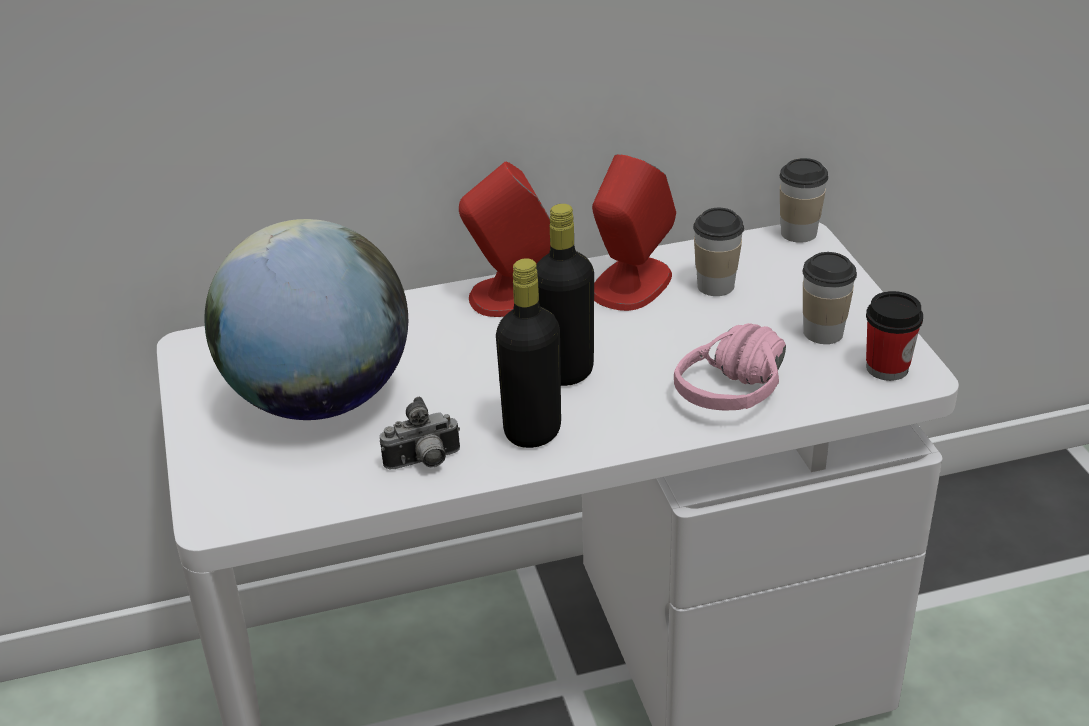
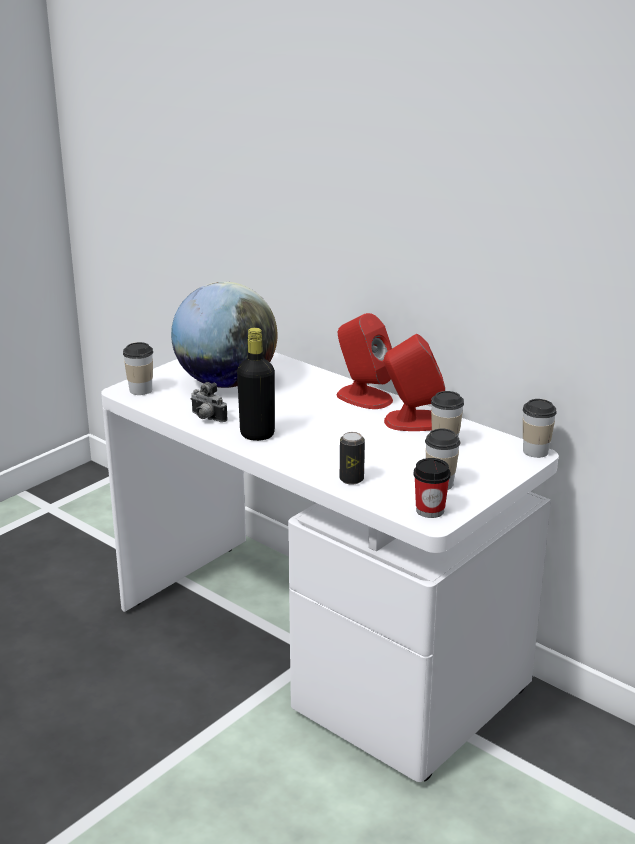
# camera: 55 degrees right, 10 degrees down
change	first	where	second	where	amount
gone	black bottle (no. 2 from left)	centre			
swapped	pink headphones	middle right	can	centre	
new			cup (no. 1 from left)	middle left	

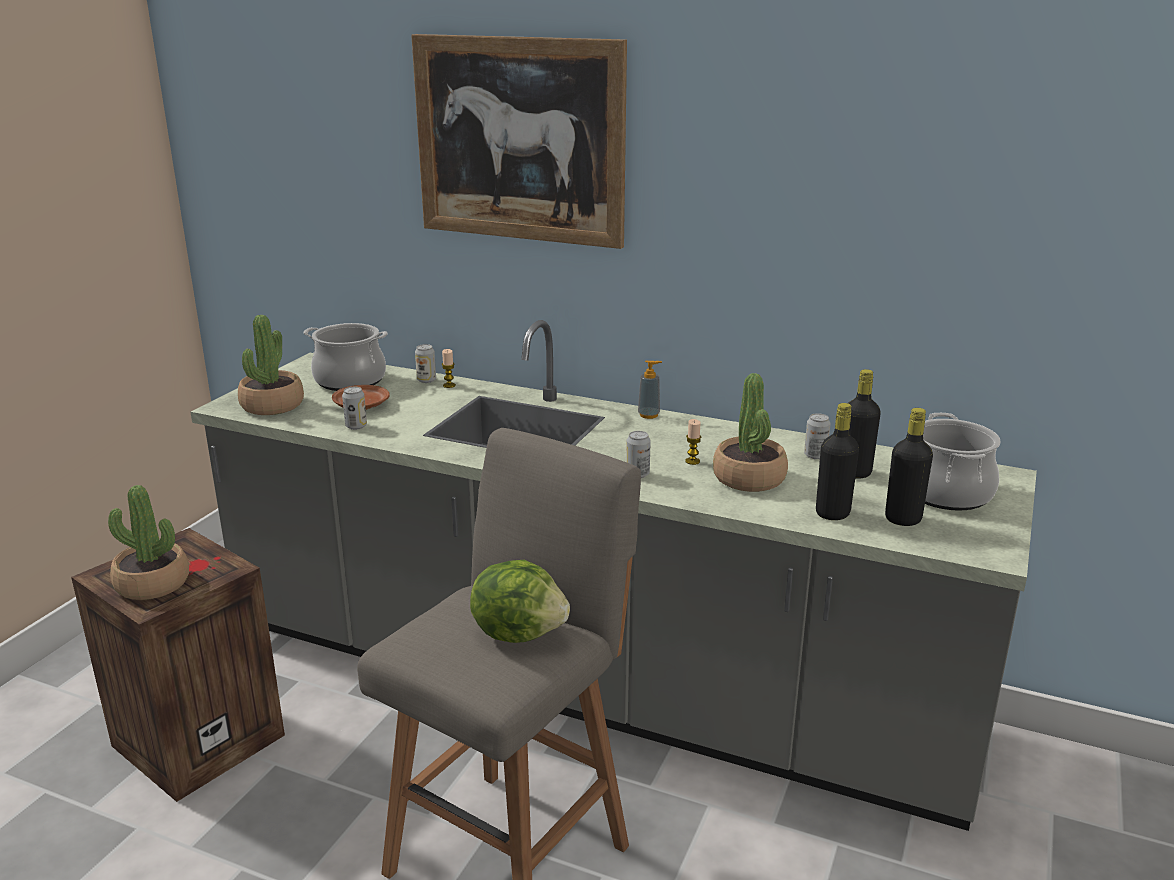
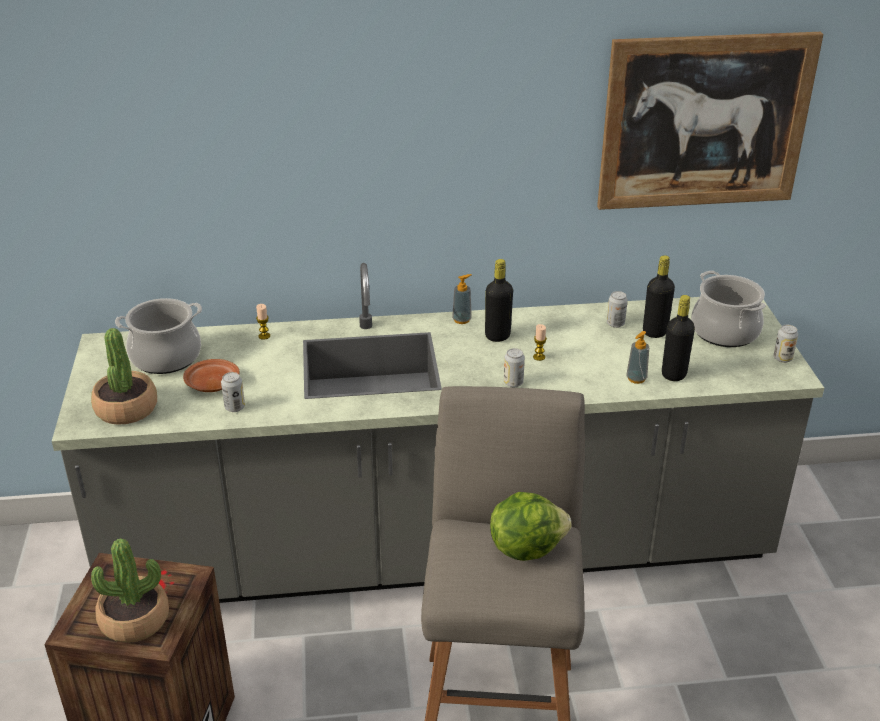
# camera: 30 degrees left, 10 degrees up
change	first	where	second	where	amount
shifted	picture	top centre		top right	
shifted	can (no. 2 from left in the first image)	centre	can (no. 4 from left)	middle right	
gone	potted plant (no. 3 from left)	centre			
shifted	black bottle (no. 3 from left in the first image)	middle right	black bottle (no. 1 from left)	centre	
new			soap dispenser (no. 2 from left)	middle right	

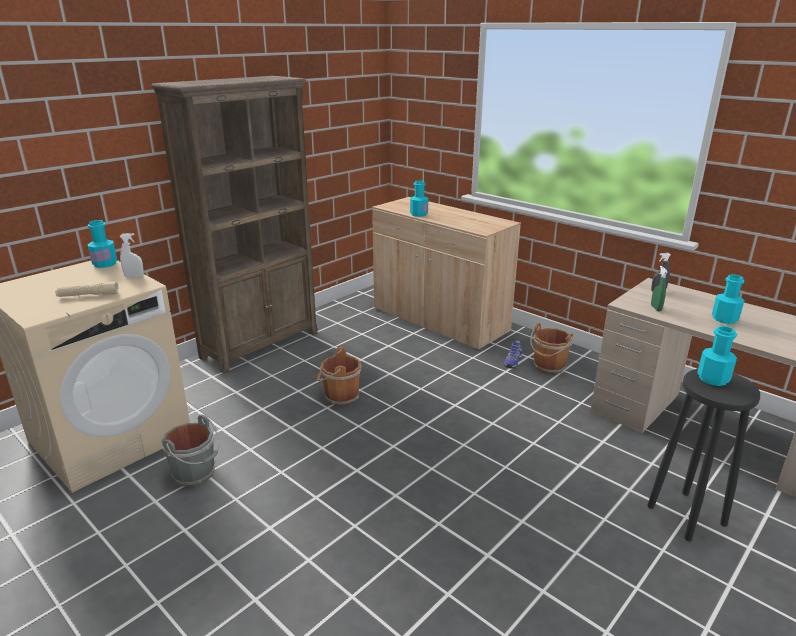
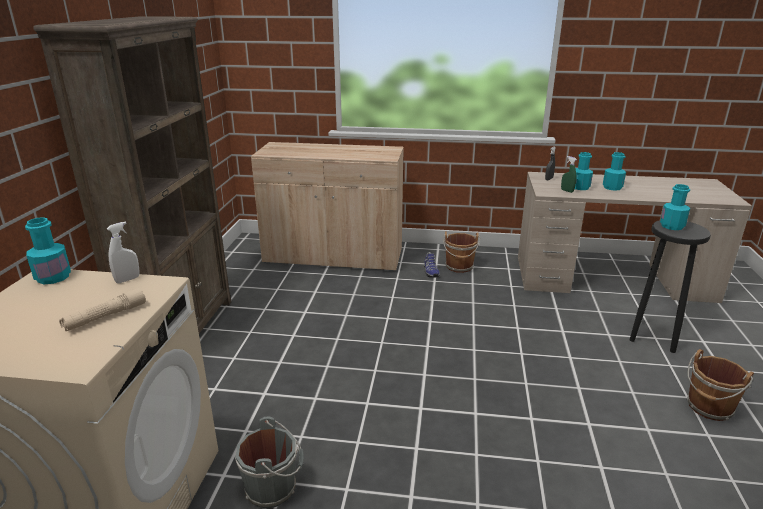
# camera: 35 degrees left, 0 degrees up
change	first	where	second	where	amount
shifted	turquoise bottle (no. 2 from left)	top centre		middle right	
shifted	brown bucket (no. 1 from left in the first image)	centre	brown bucket (no. 2 from left)	bottom right	

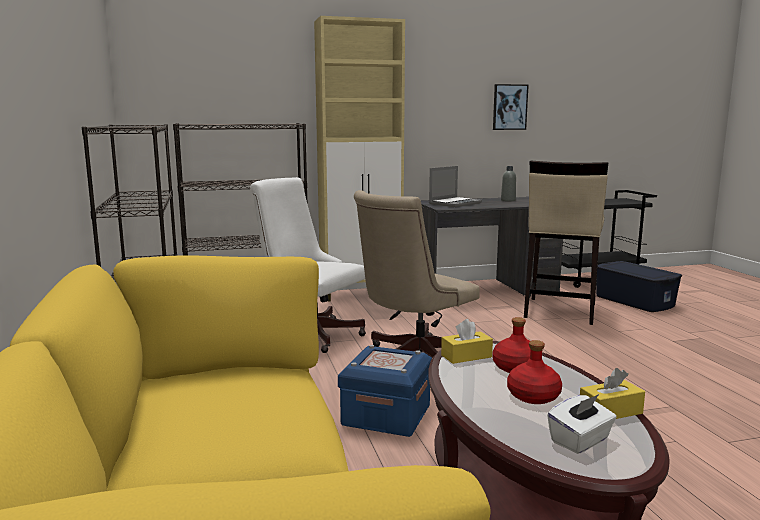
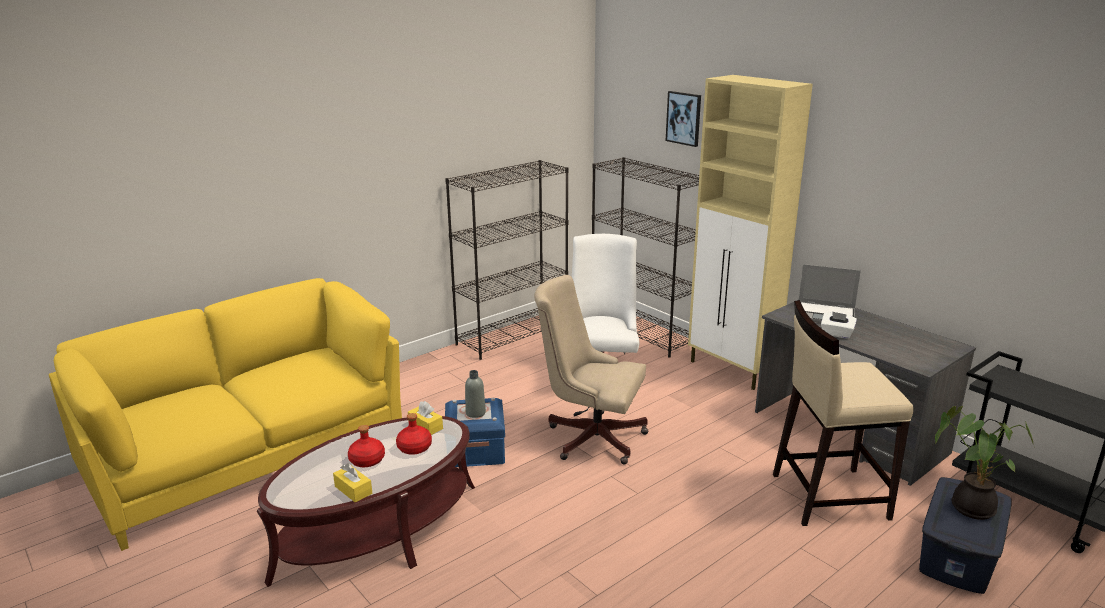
# camera: 65 degrees right, 10 degrees up
change	first	where	second	where	amount
shifted	picture	top right		top centre	
shifted	grey bottle	middle right		centre	
shifted	white tissue box	bottom right		middle right	
new			potted plant	bottom right	

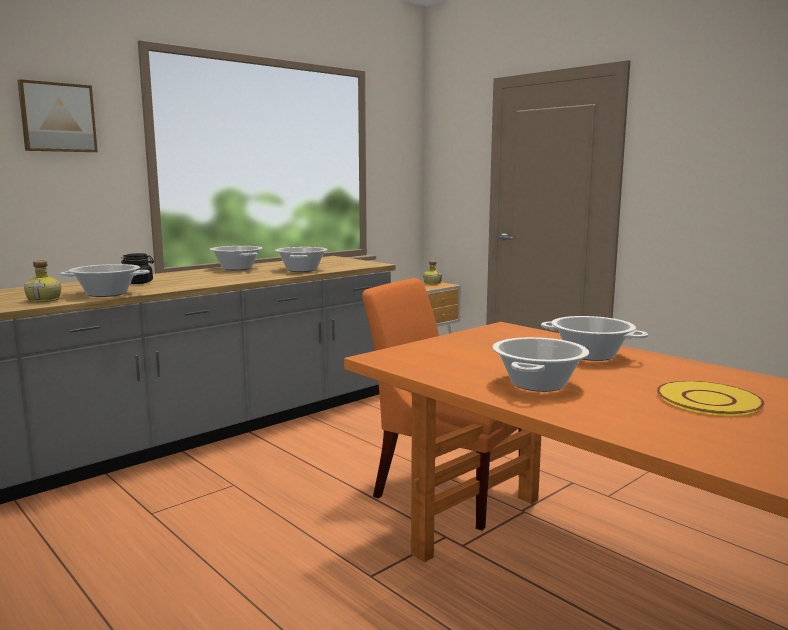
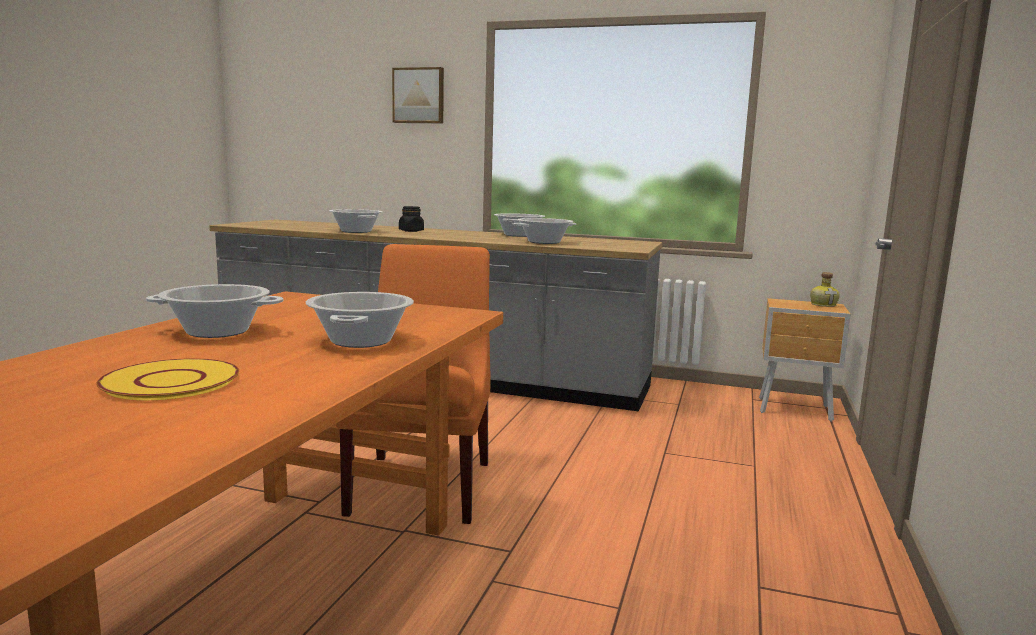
# camera: 60 degrees right, 0 degrees up
change	first	where	second	where	amount
gone	bottle (no. 1 from left)	middle left			

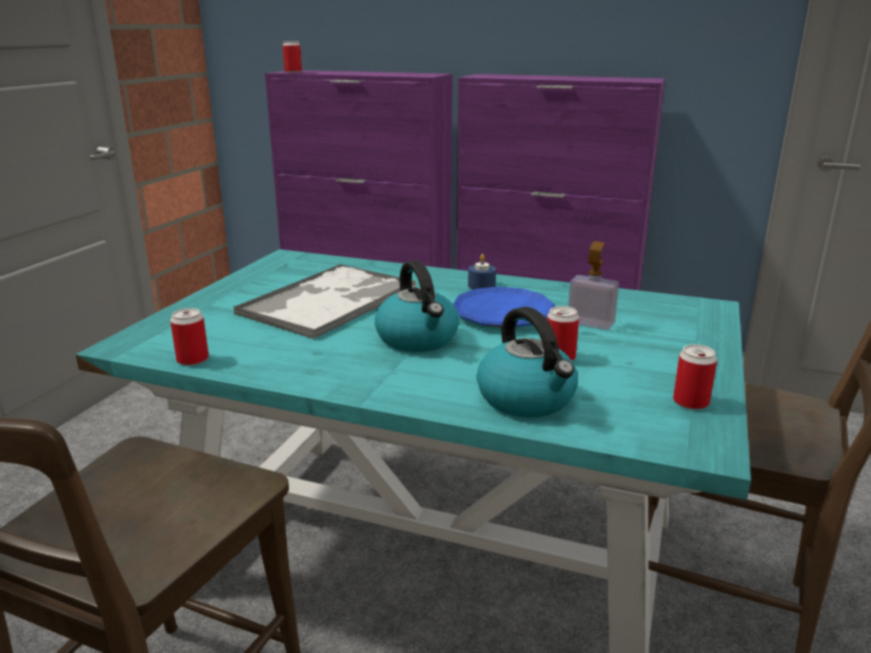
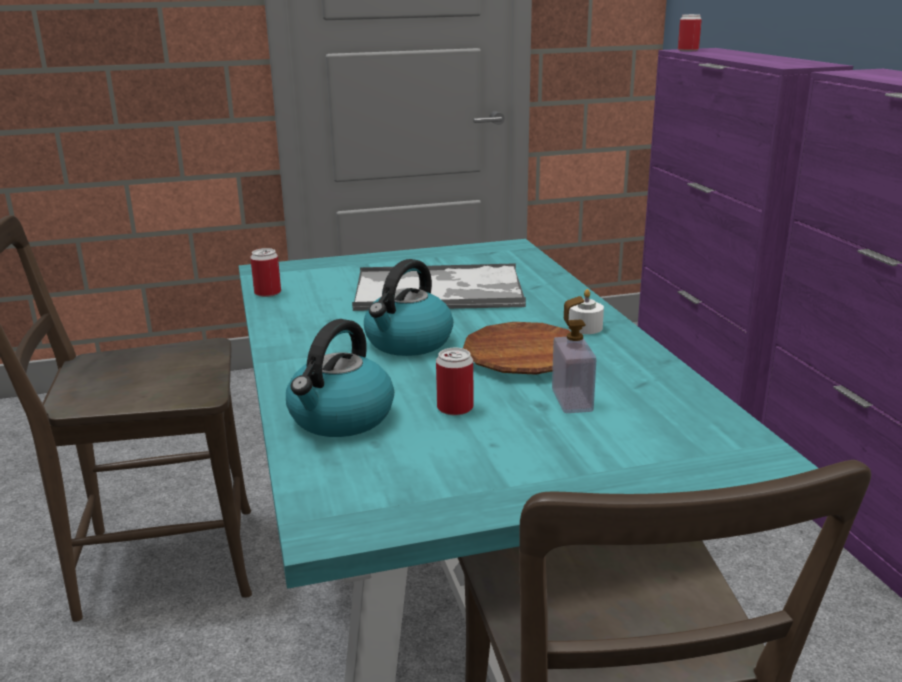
# camera: 55 degrees right, 0 degrees up
change	first	where	second	where	amount
repainted	blue candle	centre	white candle	centre	
repainted	blue plate	centre	brown plate	centre	
gone	can (no. 4 from left)	middle right			

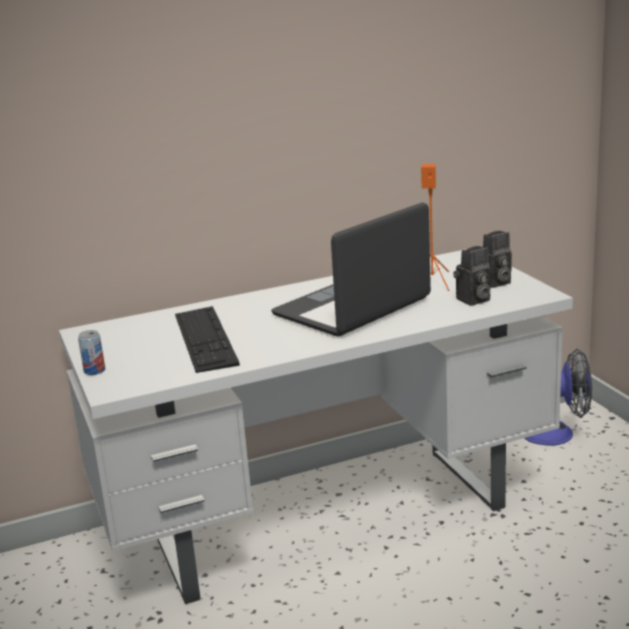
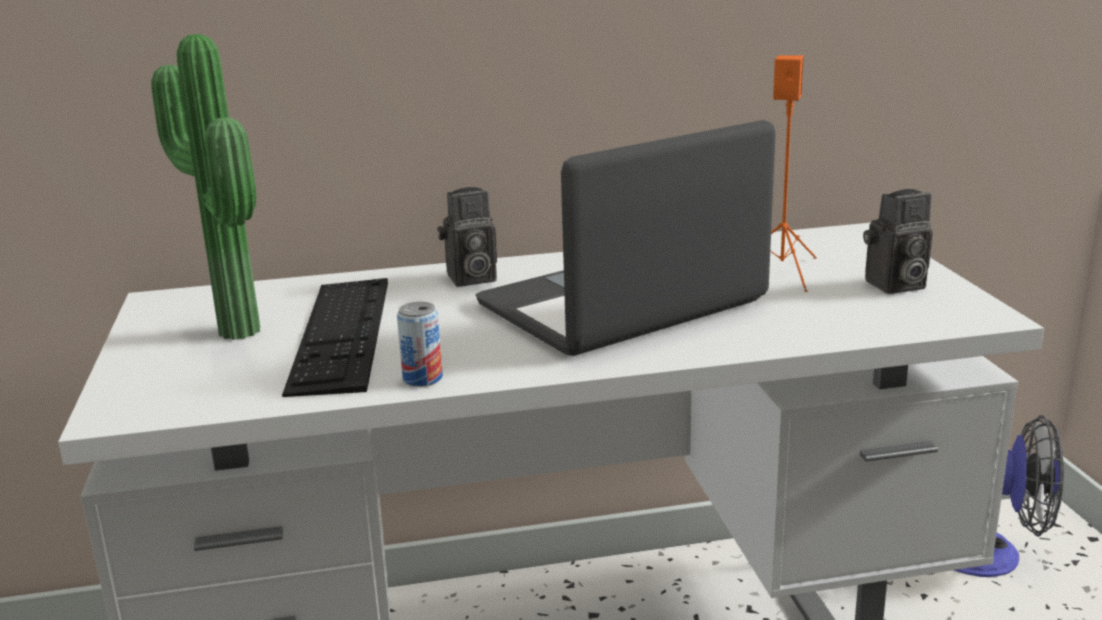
# camera: 10 degrees right, 0 degrees up
change	first	where	second	where	amount
shifted	photo camera (no. 1 from left)	middle right		centre	
shifted	can	middle left		centre	
new			potted plant	top left	

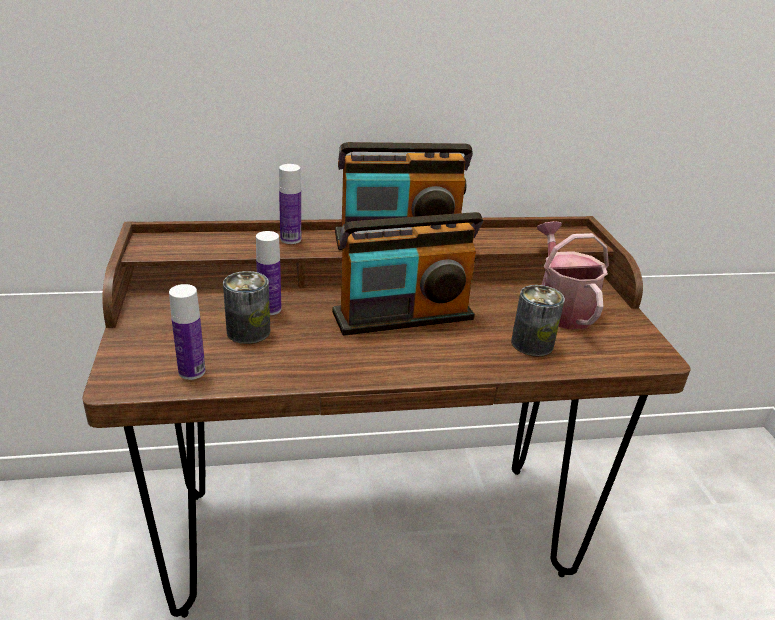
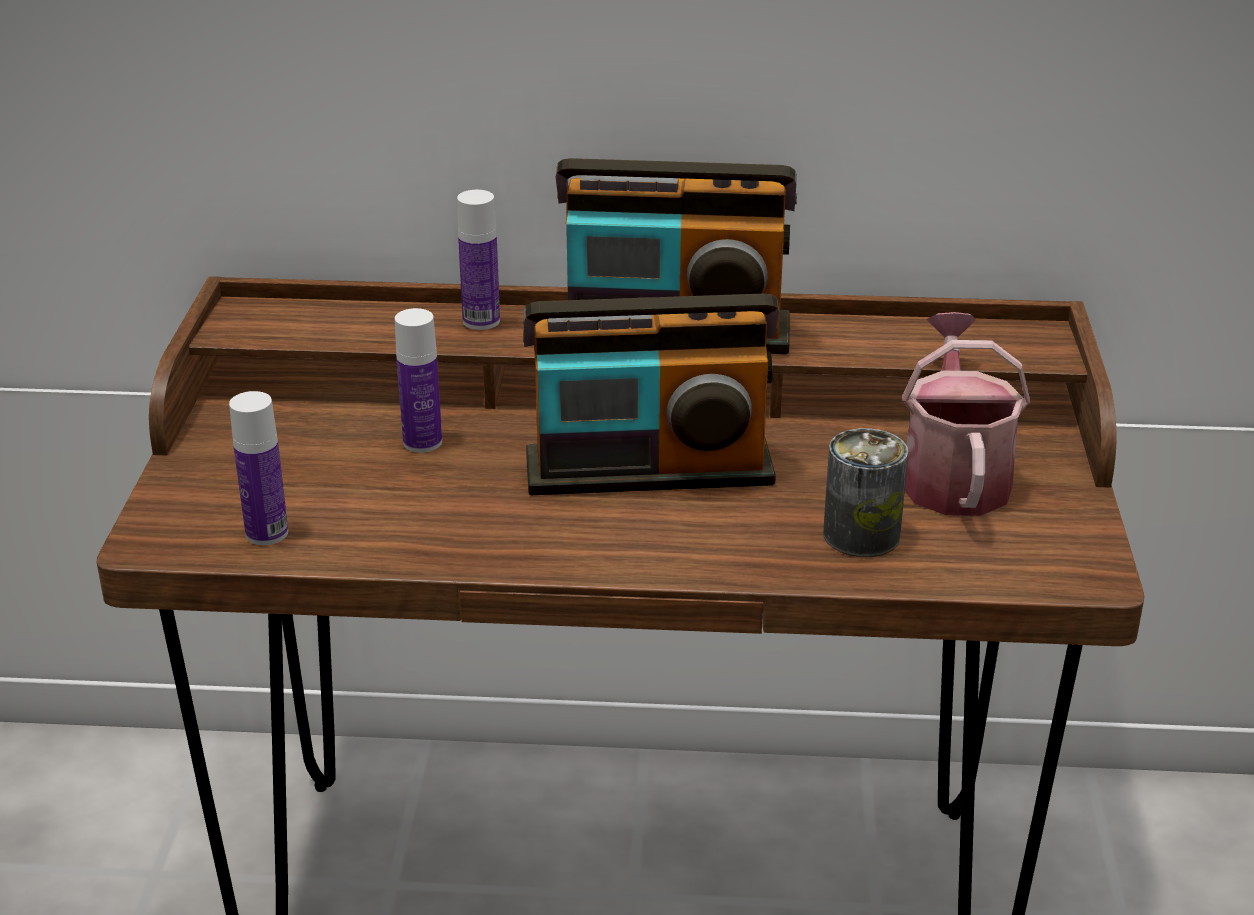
# camera: 15 degrees right, 0 degrees up
change	first	where	second	where	amount
gone	can (no. 1 from left)	middle left			

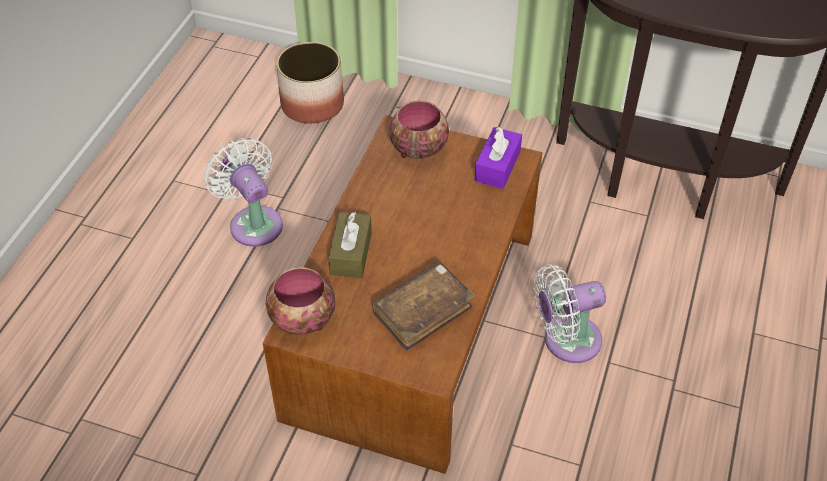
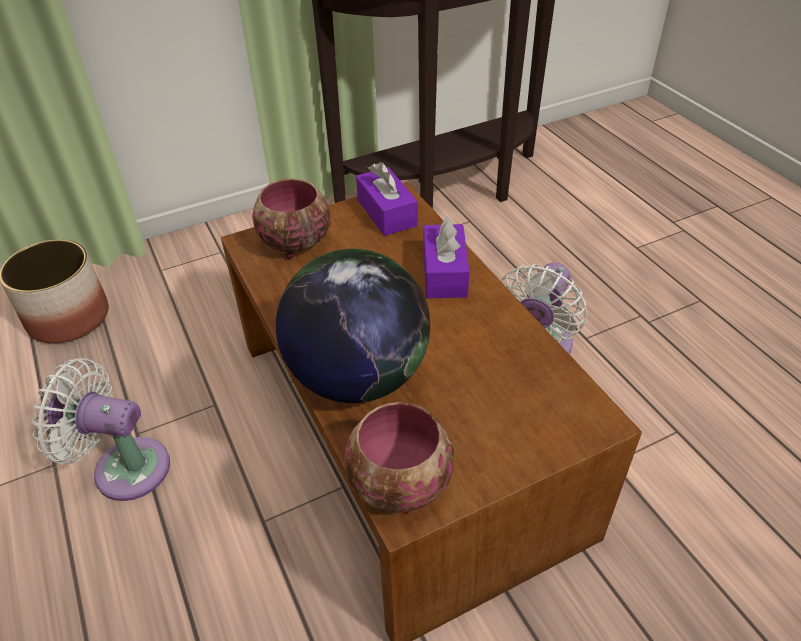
# camera: 45 degrees left, 5 degrees down
change	first	where	second	where	amount
swapped	brown tissue box	centre	globe	centre	
gone	brown book	centre			
new			purple tissue box (no. 2 from left)	centre	

